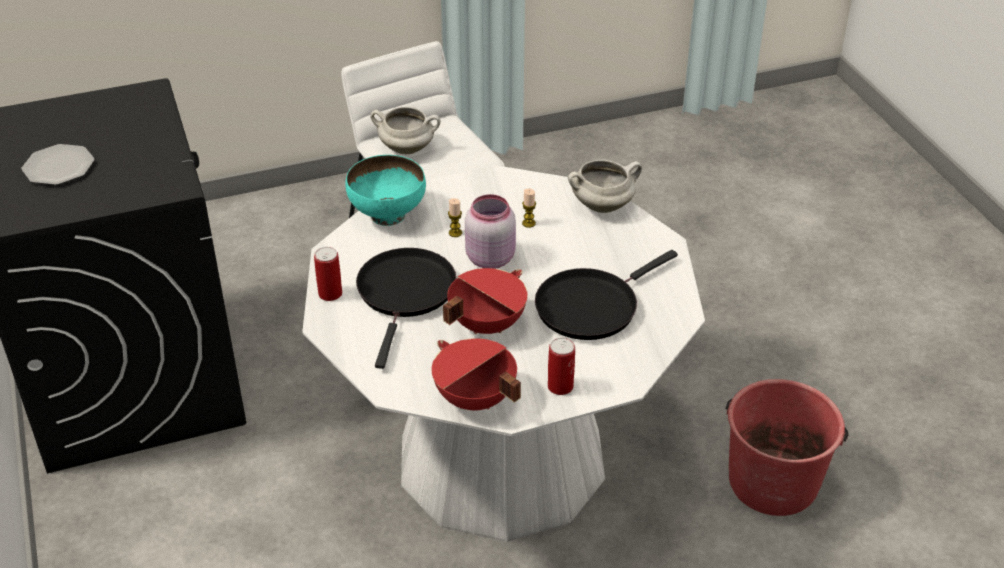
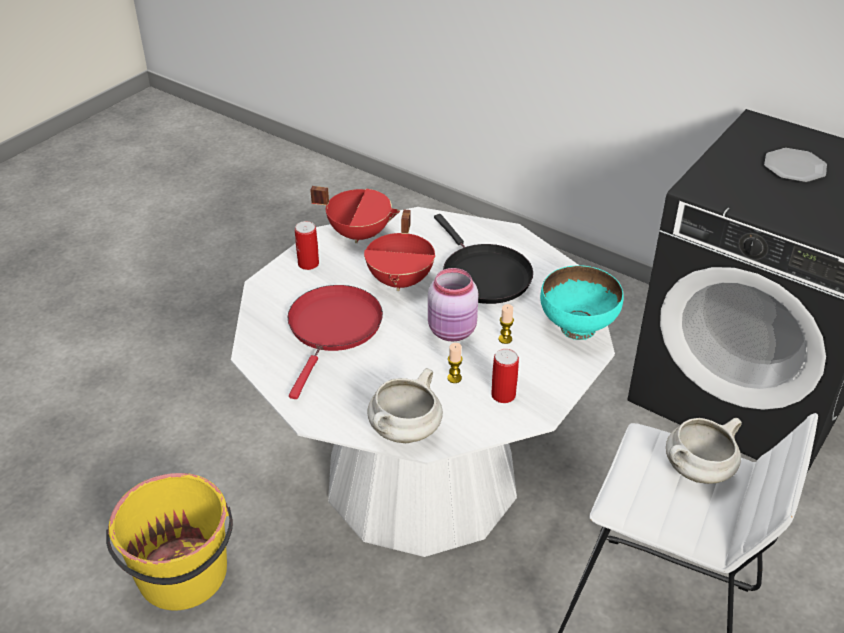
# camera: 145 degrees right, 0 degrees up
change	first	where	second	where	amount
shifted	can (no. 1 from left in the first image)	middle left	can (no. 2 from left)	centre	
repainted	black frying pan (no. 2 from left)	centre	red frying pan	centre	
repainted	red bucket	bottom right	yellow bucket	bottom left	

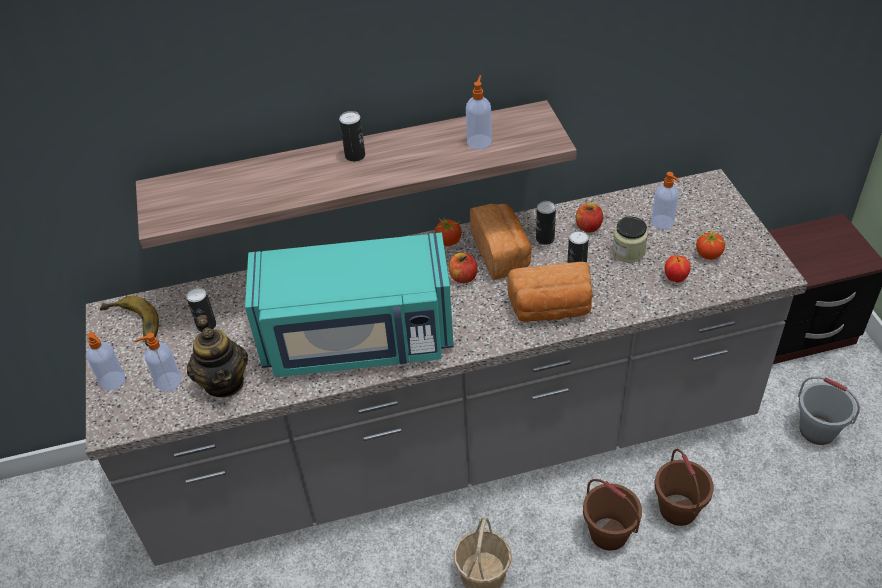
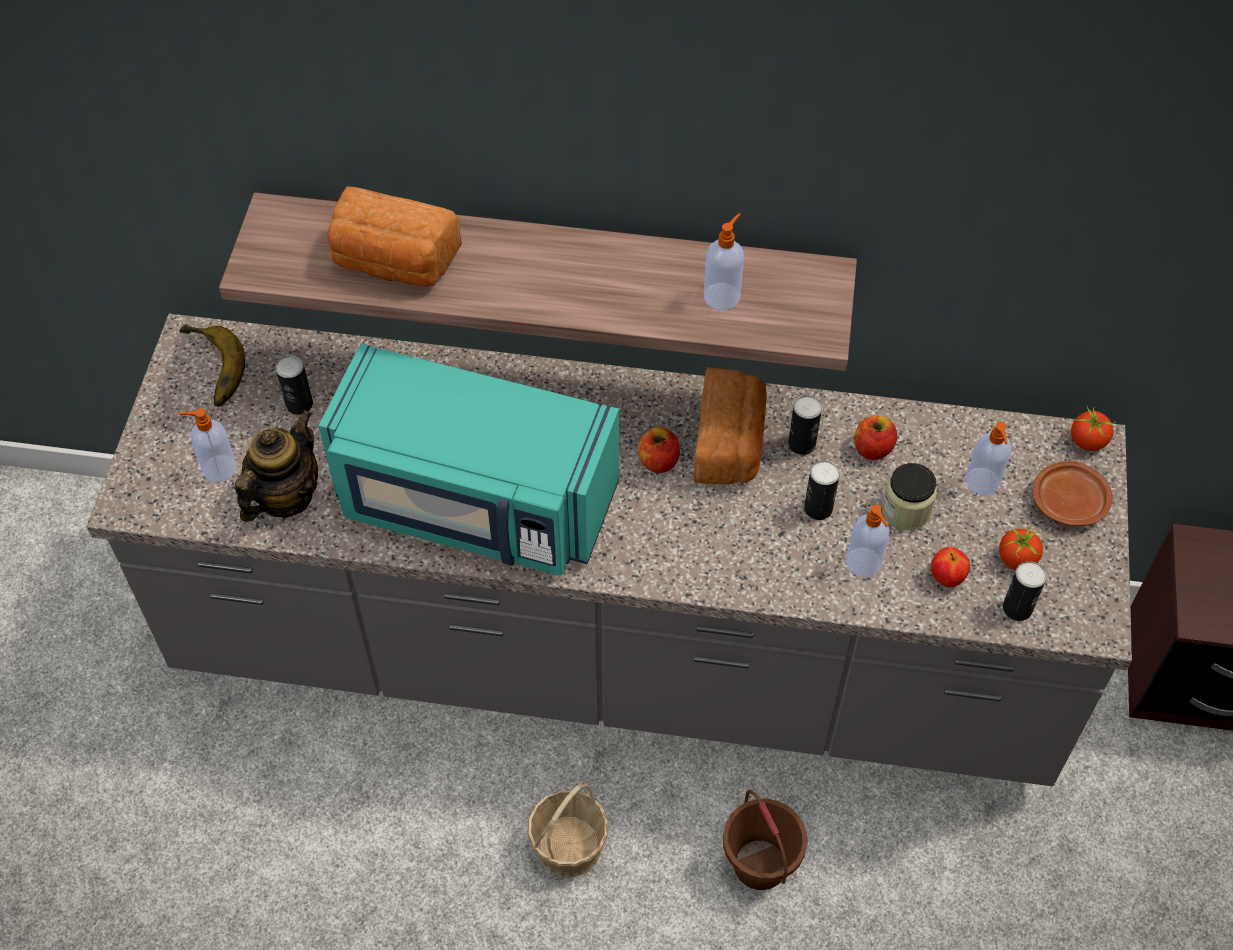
# camera: 20 degrees right, 10 degrees up
change	first	where	second	where	amount
shifted	can (no. 2 from left in the first image)	top centre	can (no. 4 from left)	middle right	
shifted	tomato (no. 1 from left in the first image)	centre	tomato (no. 2 from left)	middle right	
shifted	bread (no. 2 from left in the first image)	centre	bread (no. 1 from left)	top left	
rotated	teapot	middle left		middle left	150 degrees counterclockwise
shifted	soap dispenser (no. 1 from left in the first image)	middle left	soap dispenser (no. 3 from left)	middle right	
gone	grey bucket	bottom right			
gone	brown bucket (no. 2 from left)	bottom right			
new			brown plate	middle right	

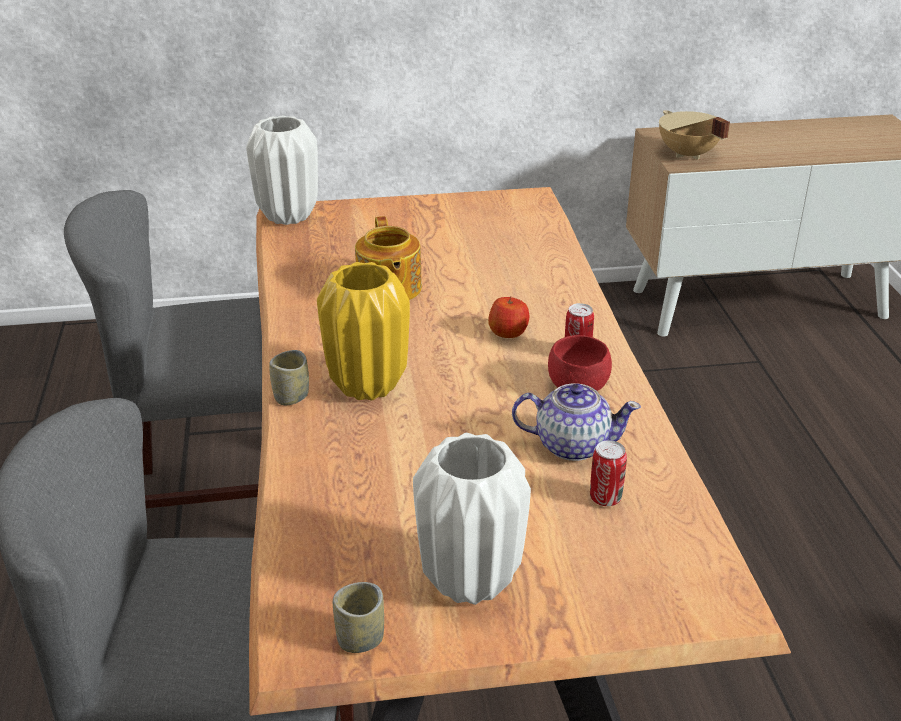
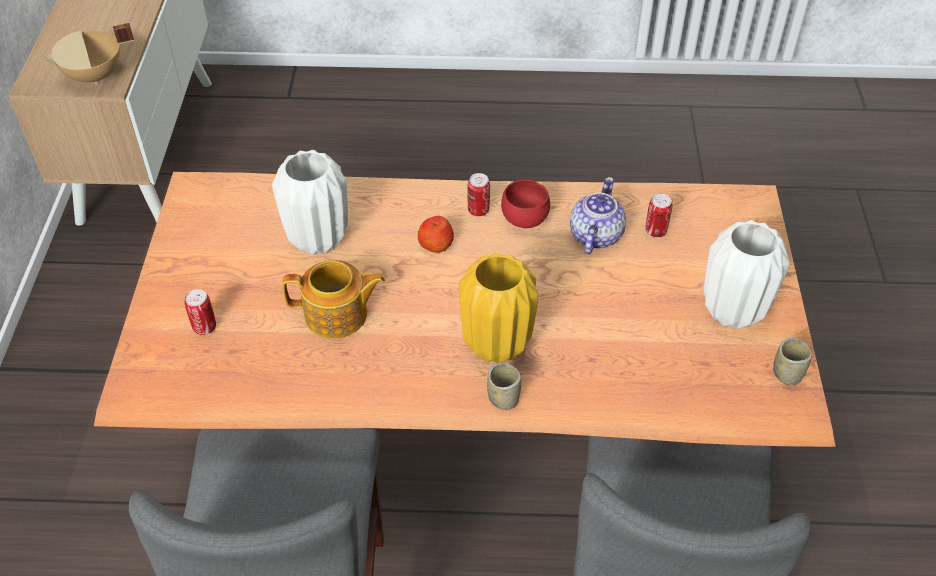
# camera: 80 degrees left, 15 degrees up
change	first	where	second	where	amount
shifted	white vase (no. 1 from left)	top left		middle left	
new			can (no. 1 from left)	middle left	

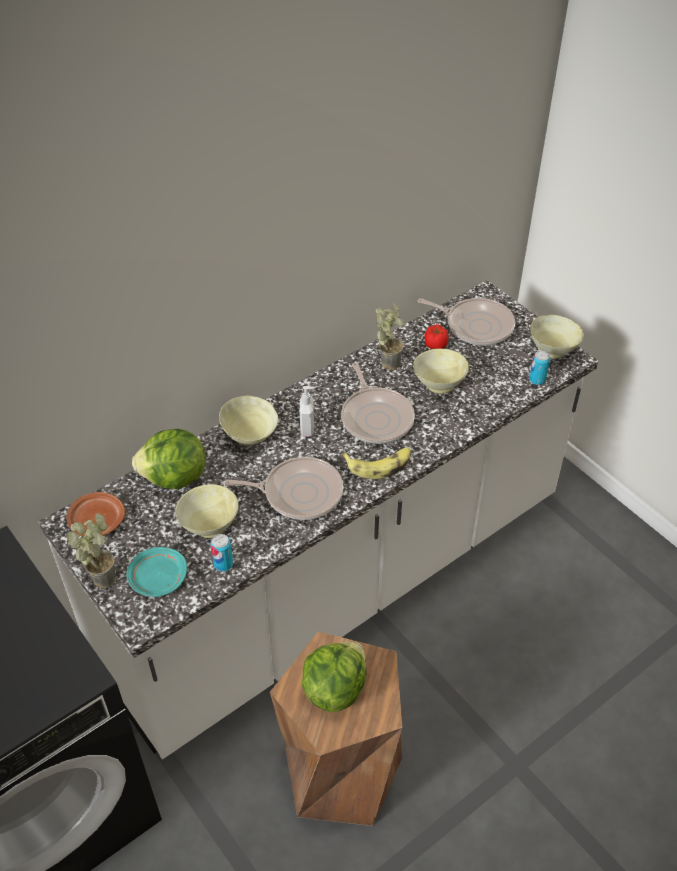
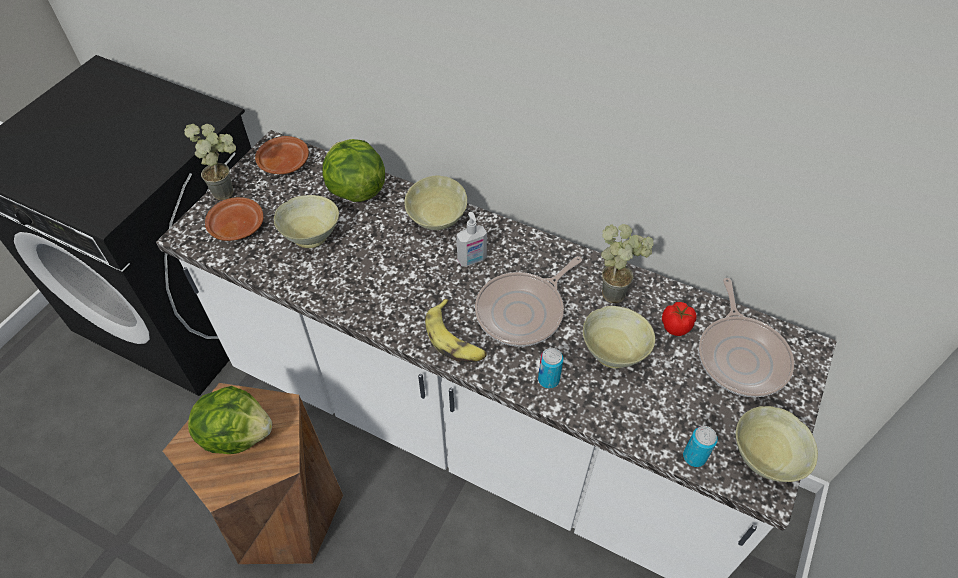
# camera: 65 degrees right, 5 degrees up
change	first	where	second	where	amount
gone	frying pan (no. 1 from left)	centre			
shifted	can (no. 1 from left)	middle left		centre	
repainted	turquoise plate	middle left	brown plate (no. 1 from left)	middle left	

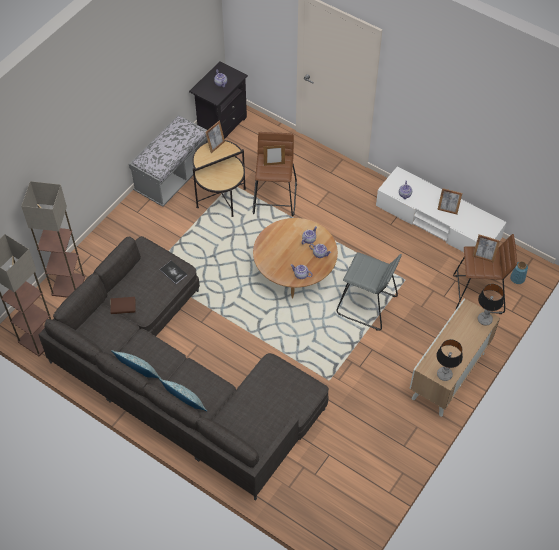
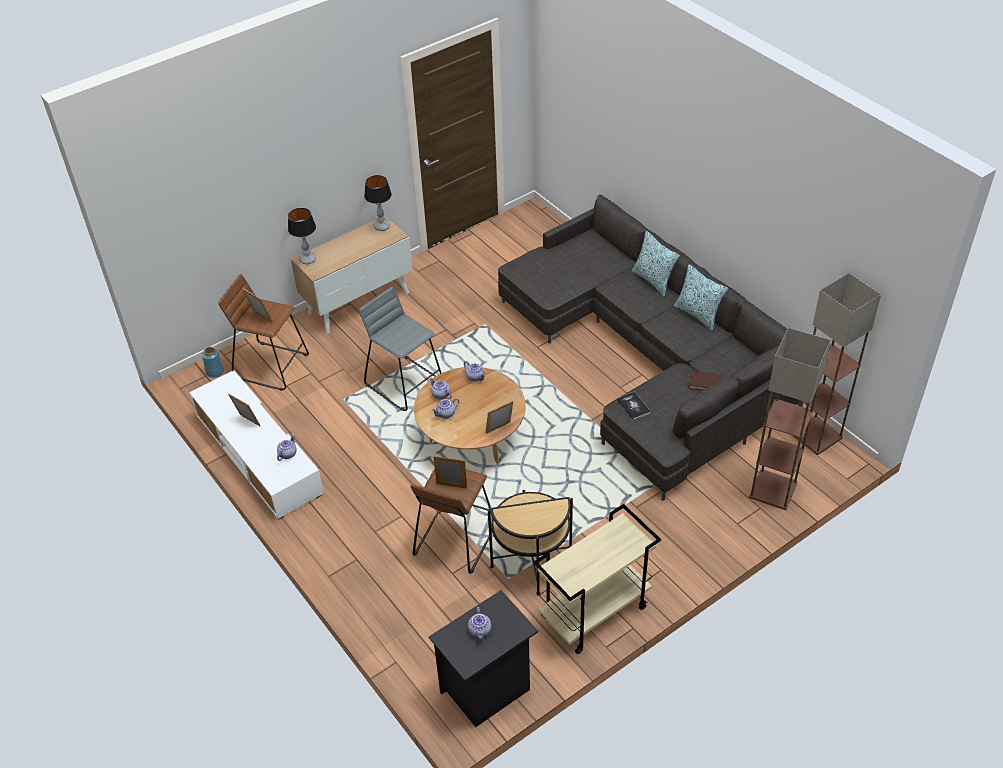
# camera: 160 degrees left, 10 degrees down
change	first	where	second	where	amount
swapped	grey bench	top left	beige cart	bottom centre	
shifted	picture frame (no. 1 from left in the first image)	top centre	picture frame (no. 4 from left)	centre	

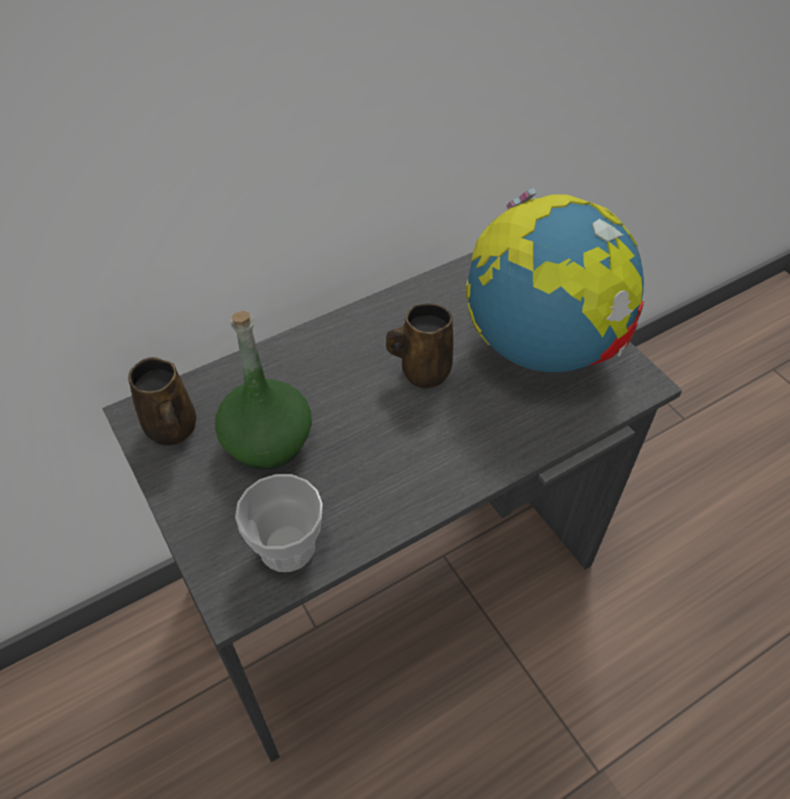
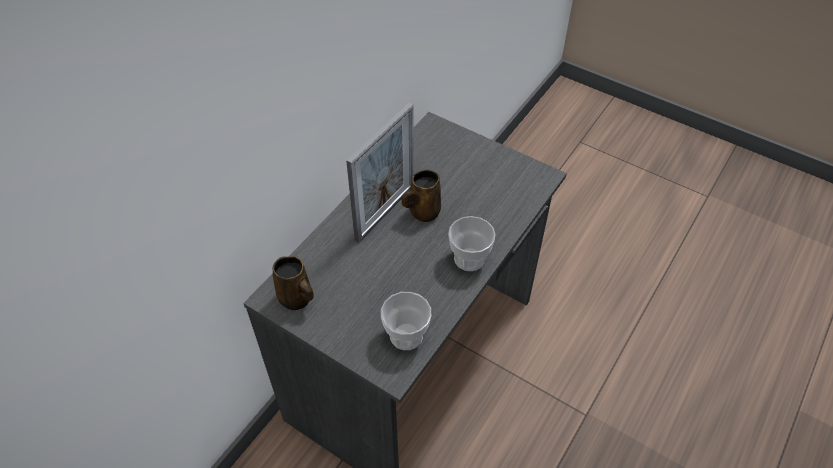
# camera: 25 degrees left, 0 degrees up
change	first	where	second	where	amount
gone	globe	middle right			
gone	green bottle	middle left			
new			picture frame	centre	
new			cup (no. 2 from left)	centre	

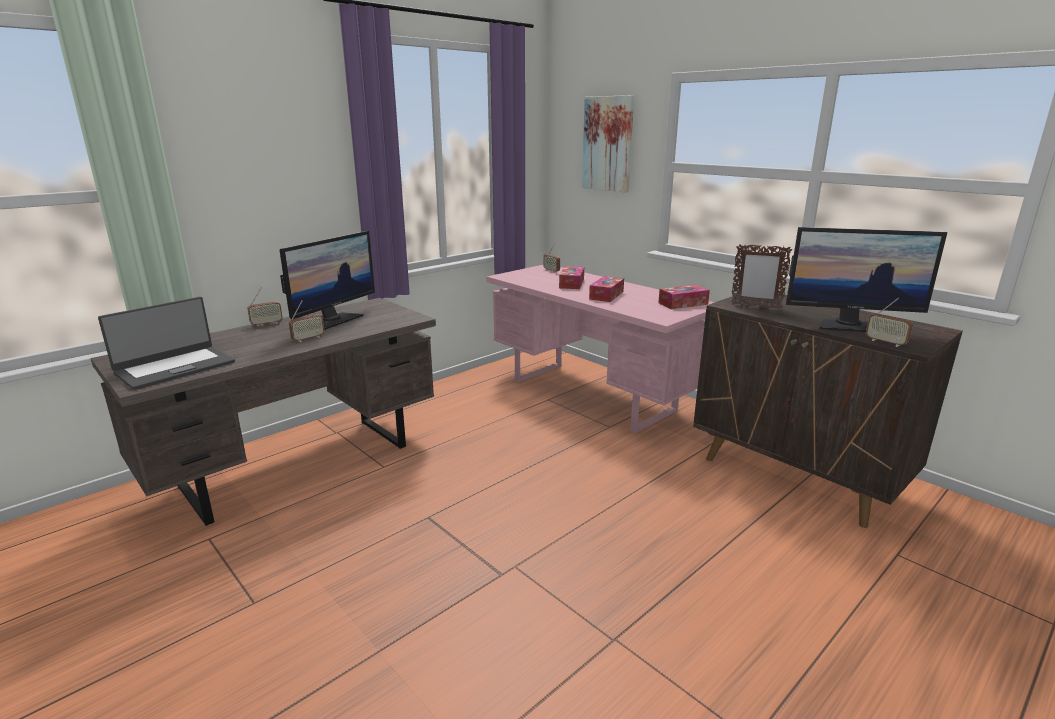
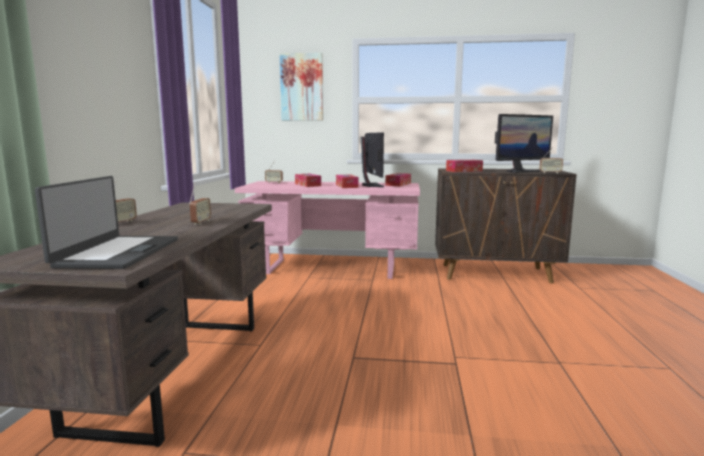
# camera: 40 degrees left, 10 degrees down
change	first	where	second	where	amount
shifted	monitor (no. 1 from left)	middle left		centre	
swapped	picture frame	middle right	tissue box (no. 4 from left)	centre	

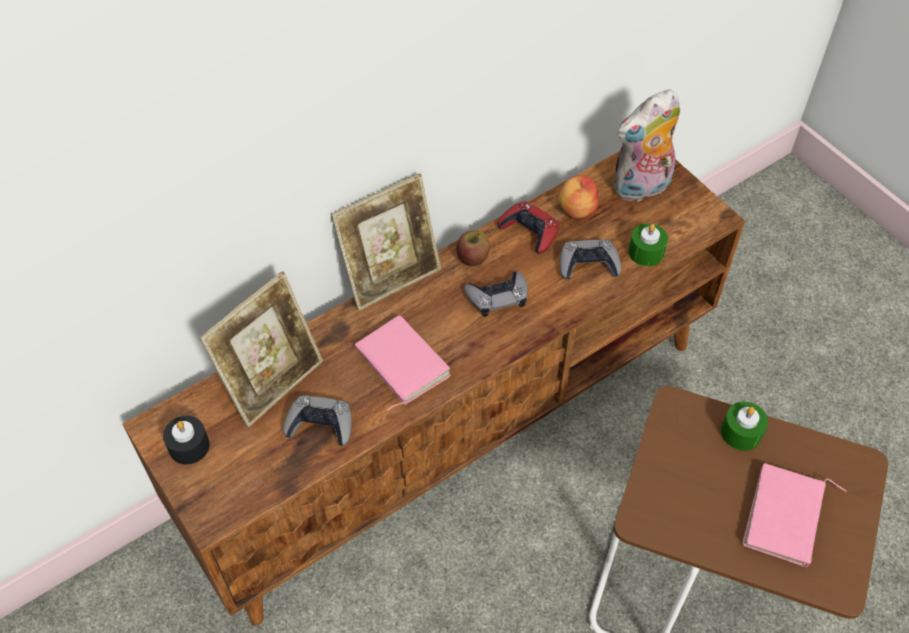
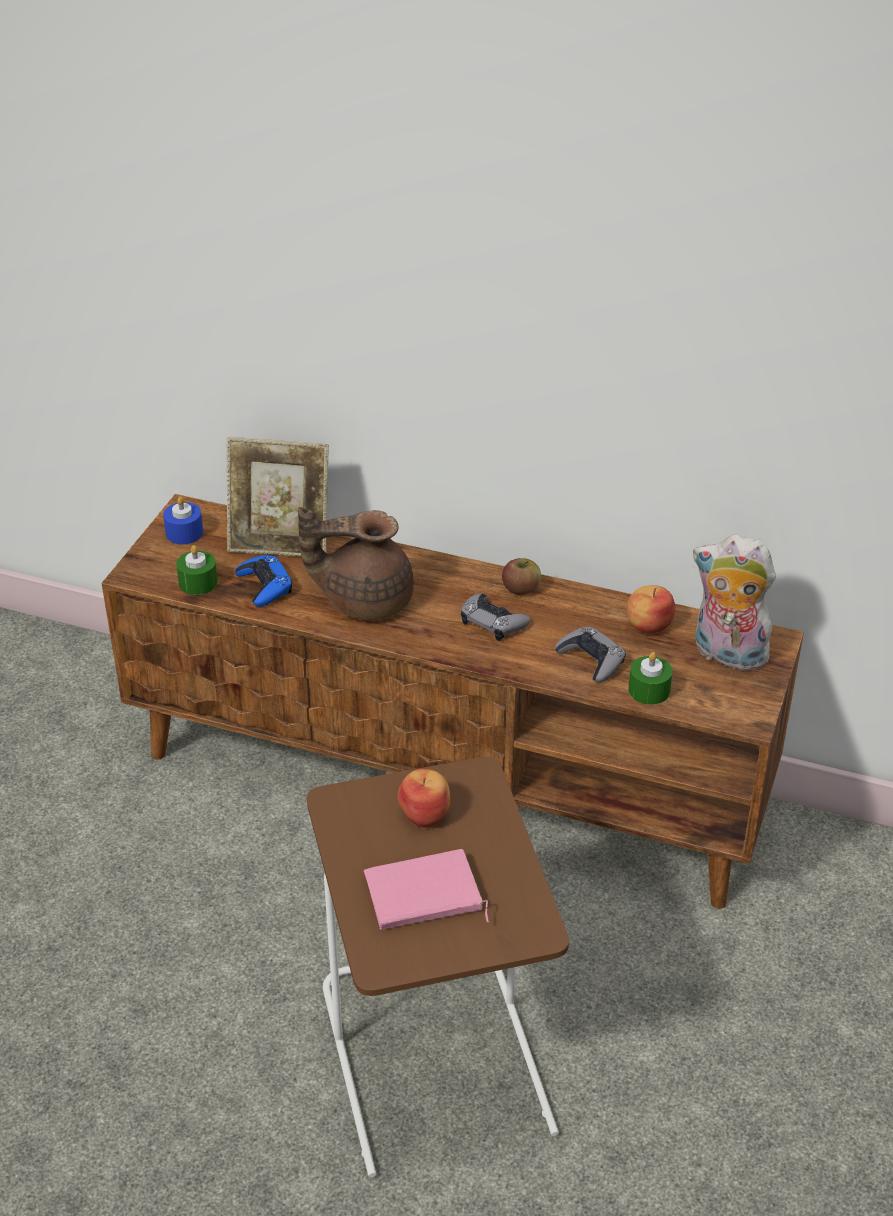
# camera: 55 degrees right, 15 degrees down
change	first	where	second	where	amount
gone	picture frame (no. 2 from left)	centre			
gone	red game controller	centre			
swapped	pink book (no. 1 from left)	centre	brown teapot	centre	
repainted	grey game controller (no. 1 from left)	centre	blue game controller	middle left	
shifted	green candle (no. 2 from left in the first image)	bottom right	green candle (no. 1 from left)	middle left	
repainted	black candle	bottom left	blue candle	middle left	
new			apple (no. 1 from left)	centre	

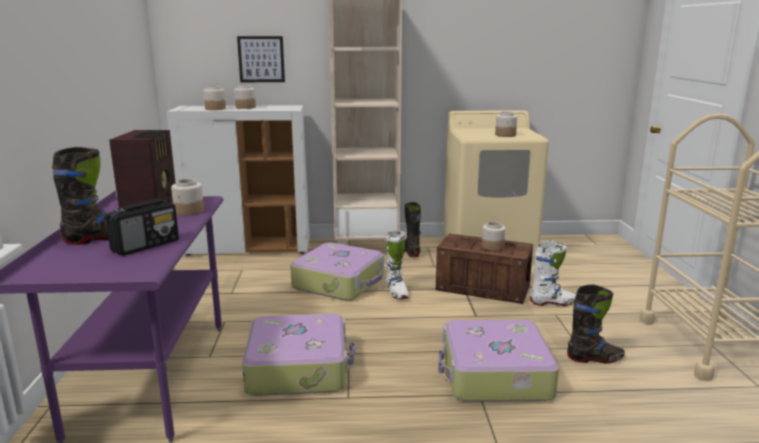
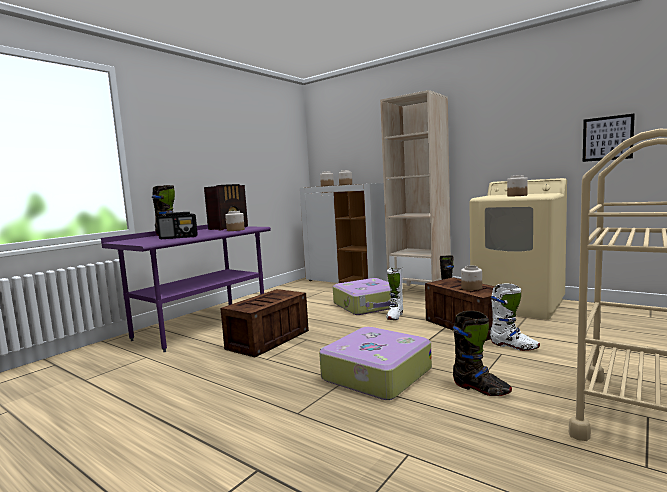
# camera: 40 degrees right, 10 degrees down
change	first	where	second	where	amount
shifted	picture	top centre		top right	
swapped	suitcase (no. 1 from left)	bottom centre	crate (no. 1 from left)	centre	

